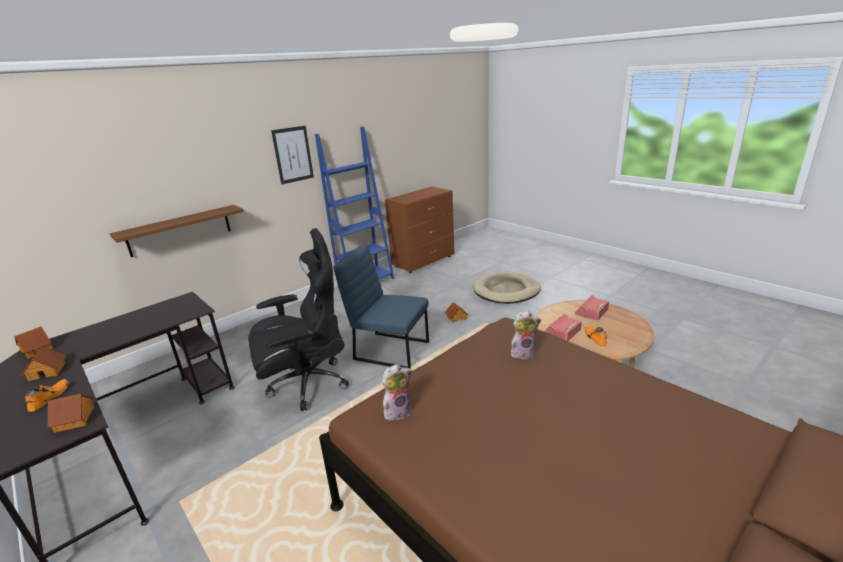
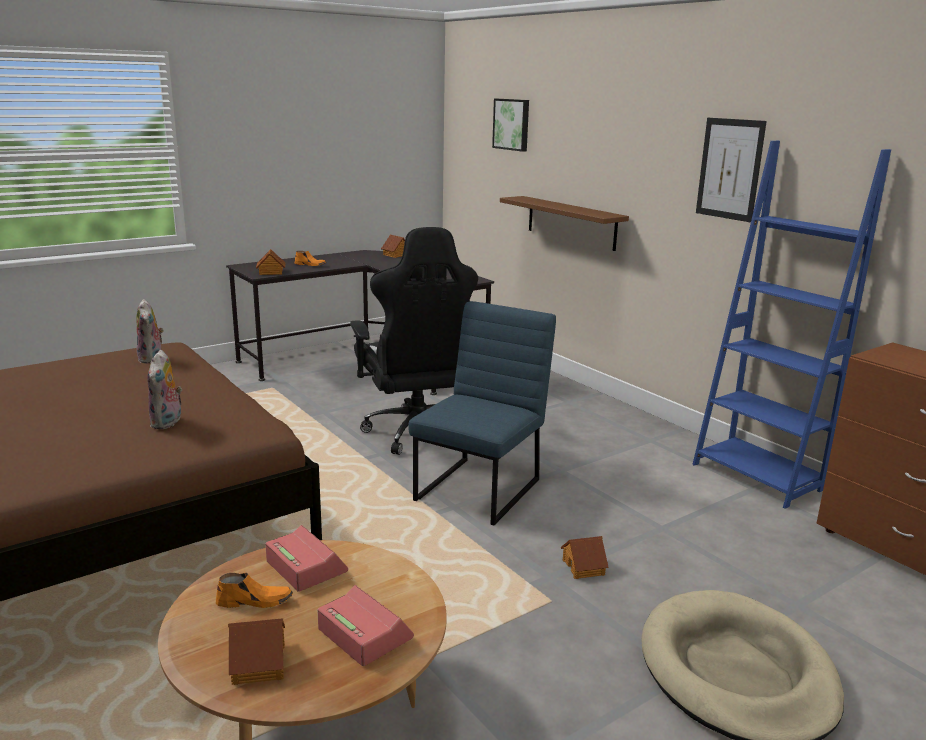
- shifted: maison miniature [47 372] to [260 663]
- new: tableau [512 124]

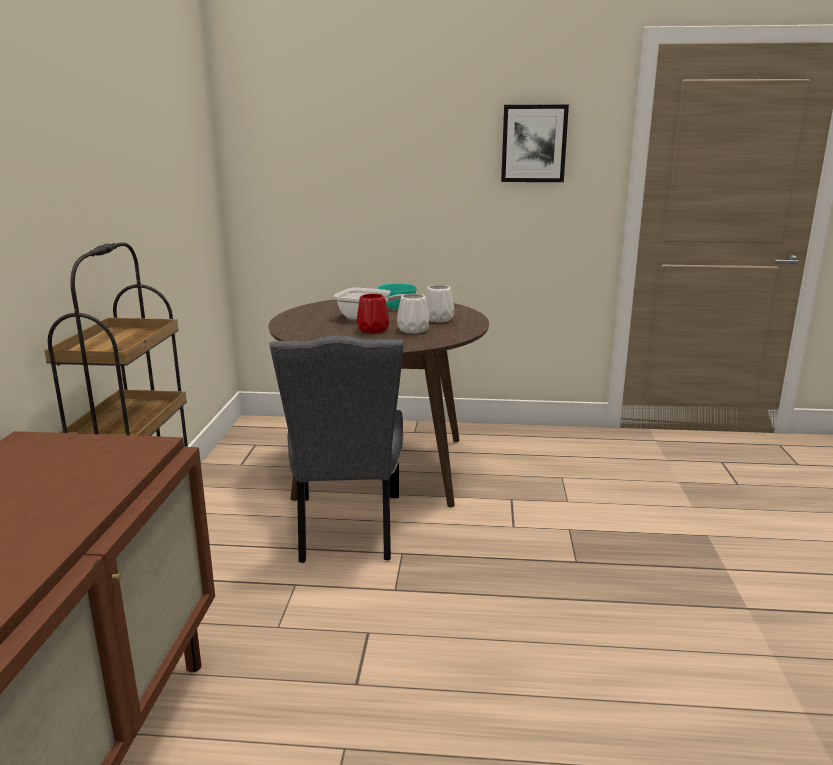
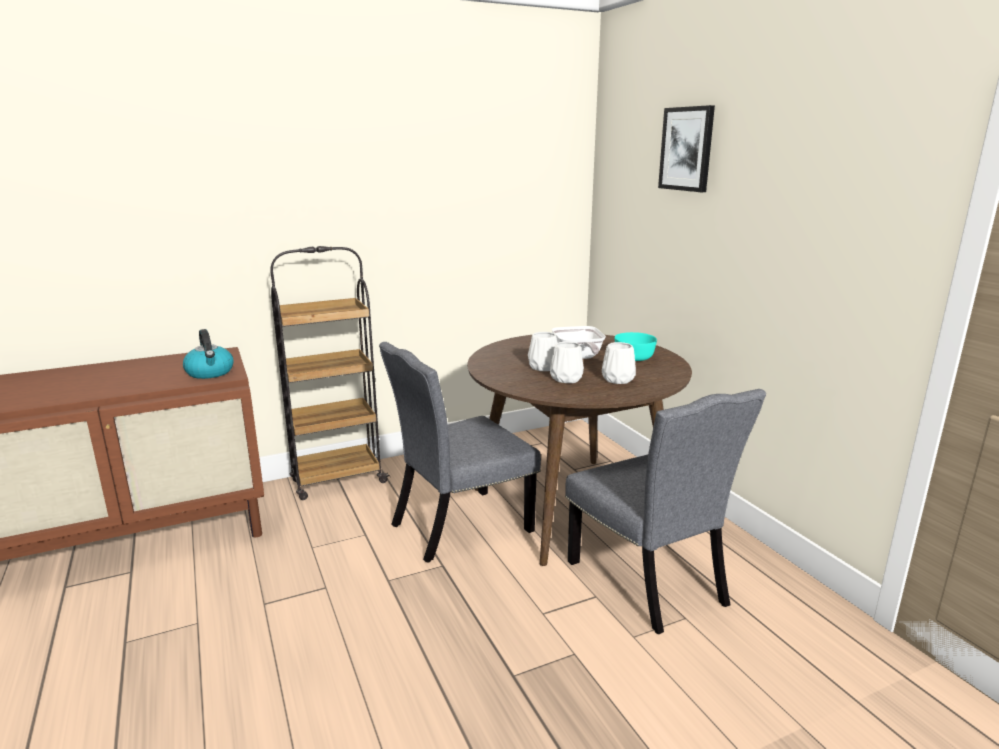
- new: bouilloire [210 373]
- repainted: vase/rouge [372 330] to vase/blanc [542 367]
- new: chaise/gris [646 579]
- shifted: tableau [534 143] to [687 149]

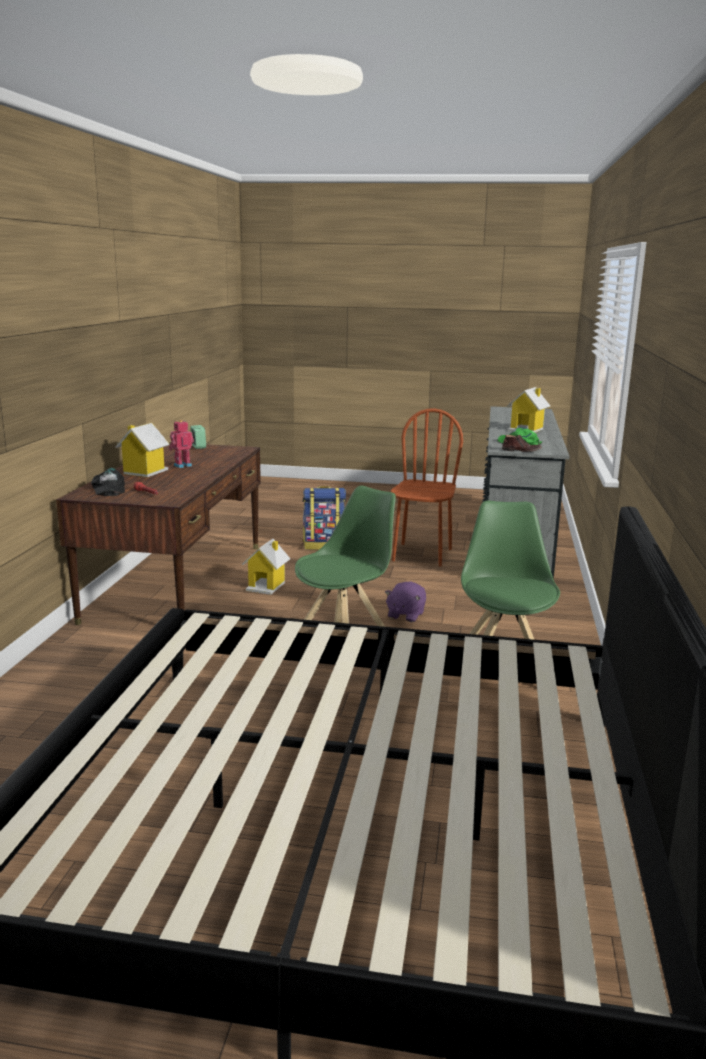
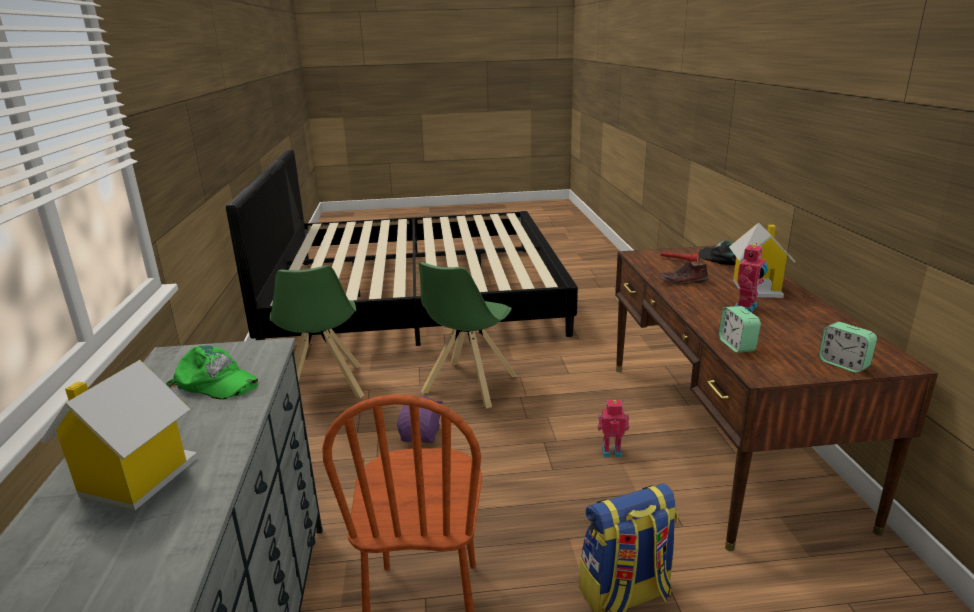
- swapped: maison miniature [267 586] to robot jouet [611 450]
- shifted: chaussure/marron [521 451] to [683 281]
- new: réveil [736 345]

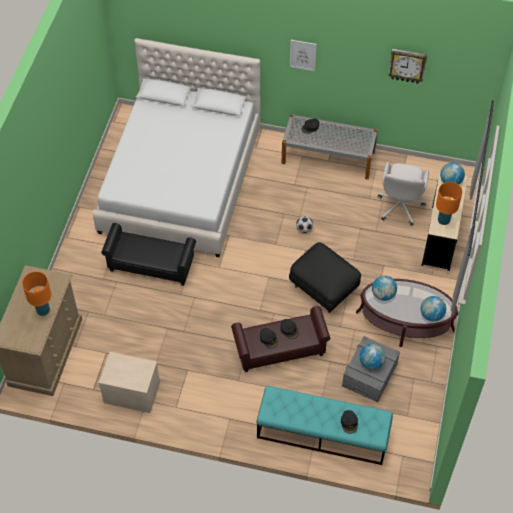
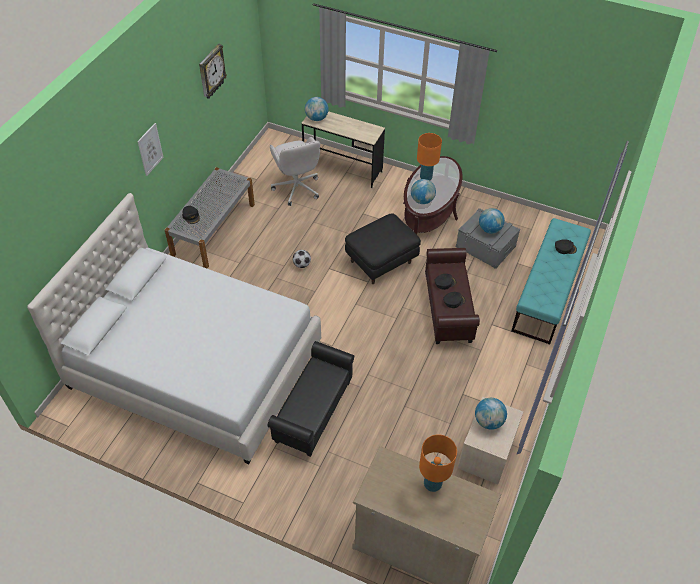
- rotated: chaise de bureau/blanc [400 207] = [296 189] 45 degrees clockwise
- shifted: lampe de table/orange [443 220] to [426 177]
- shifted: globe [431 315] to [488 421]

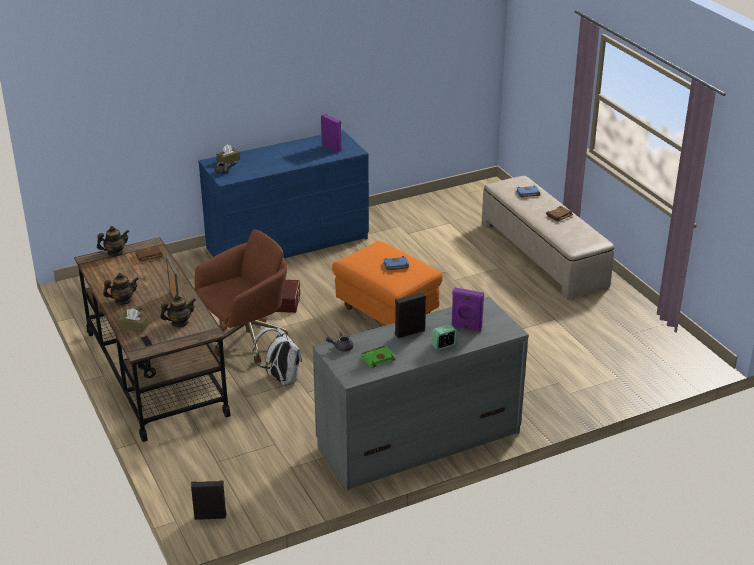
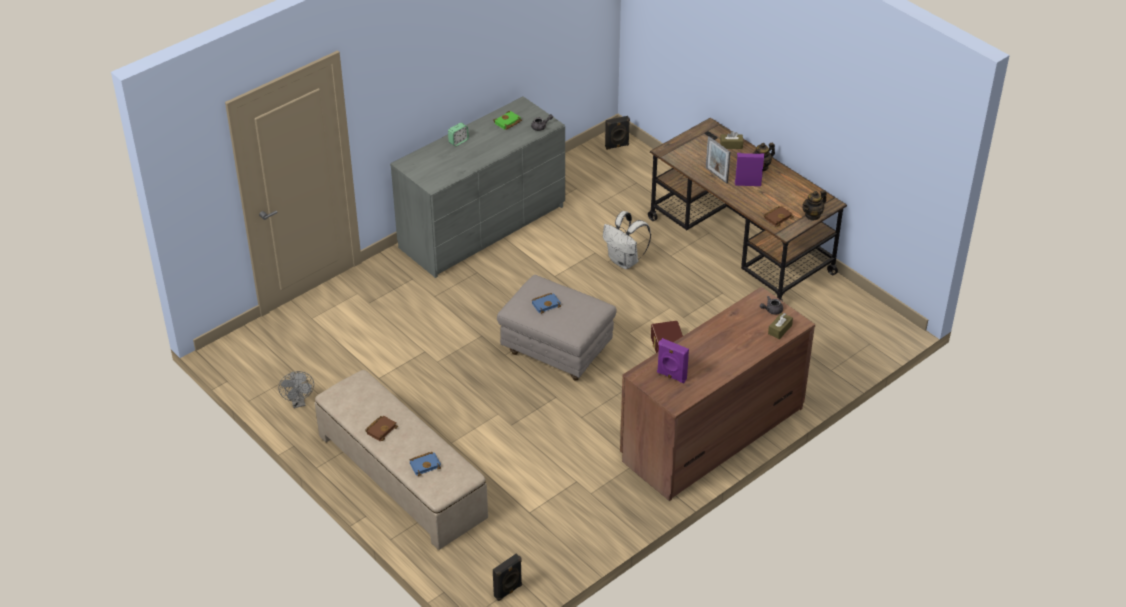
- new: ventilateur/gris [298 402]
- shifted: enceinte/noir [409 332] to [508 591]
- repainted: pouf/orange [387 313] to pouf/gris [555 352]
- repainted: commode/bleu [288 243] to commode/marron [713 434]
- shifted: enceinte/violet [466 327] to [748 183]
- gone: théière [179 323]
- gone: chaise de bureau/marron [246 343]

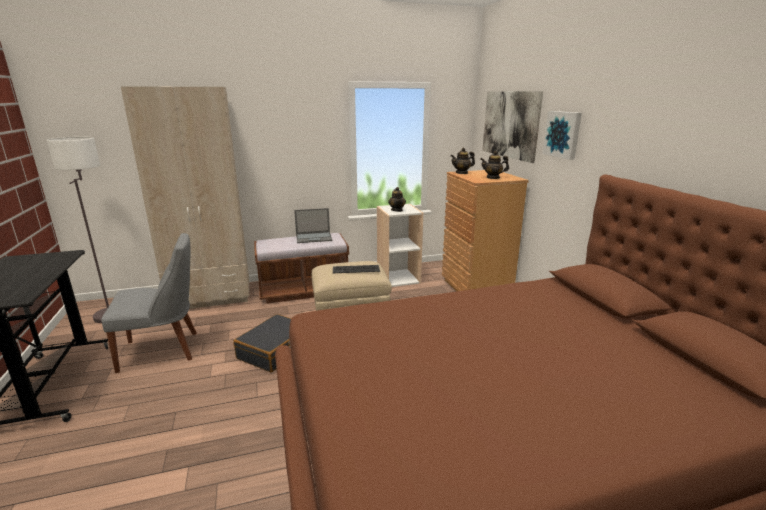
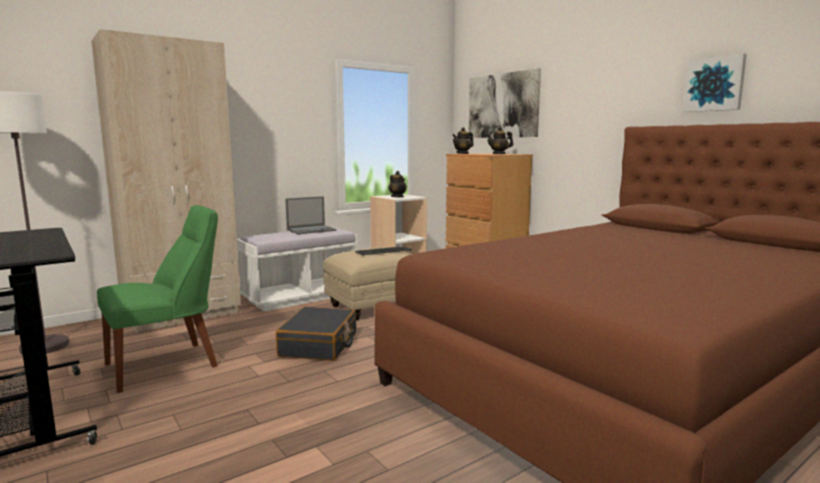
- repainted: chaise/gris [163 350] to chaise/vert [167 364]
- repainted: banc/marron [304 291] to banc/blanc [300 297]
- shifted: tableau [563 134] to [715 84]

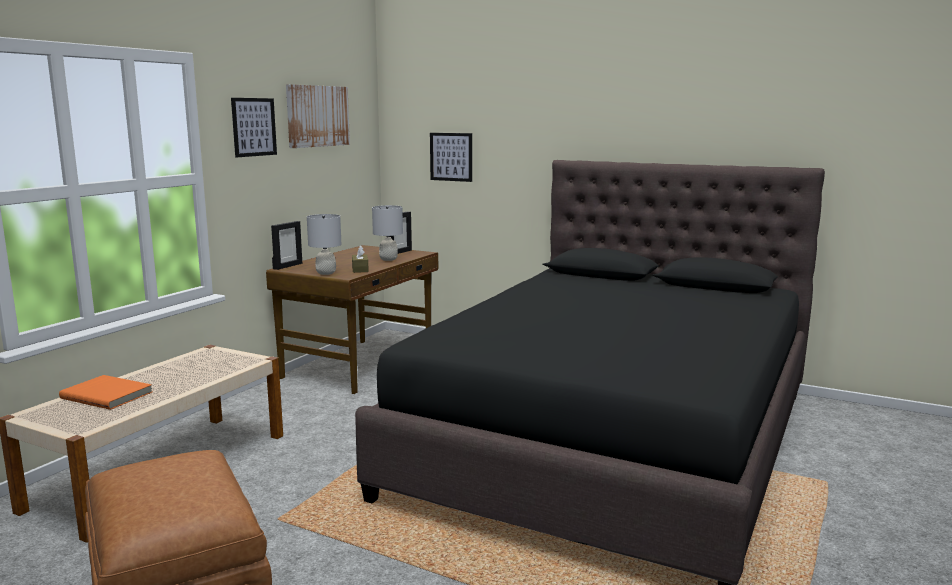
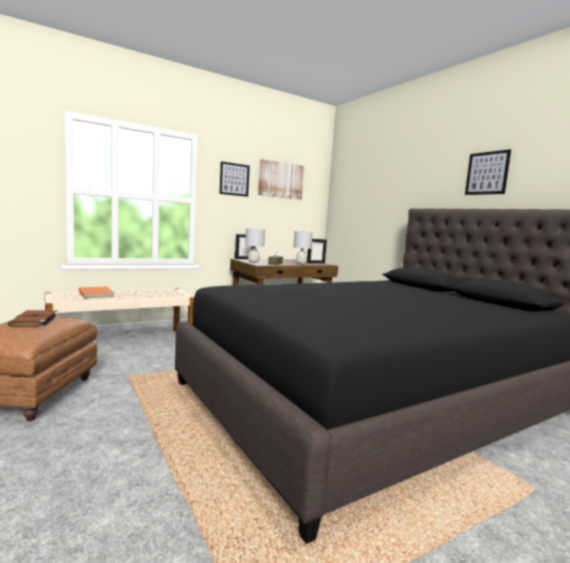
- new: livre/marron [34 321]
- shifted: tableau [451 157] to [487 173]

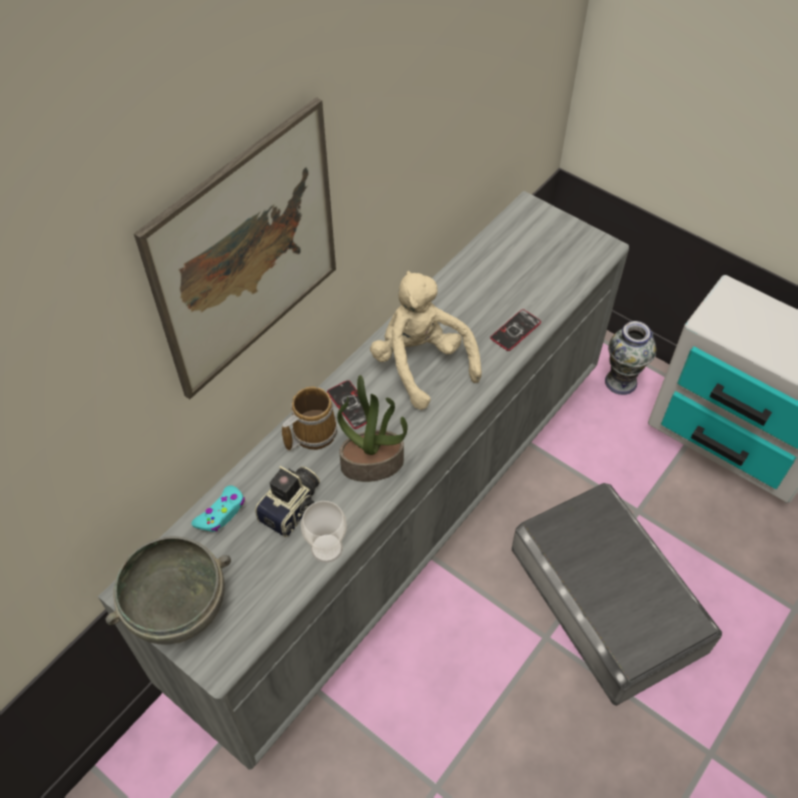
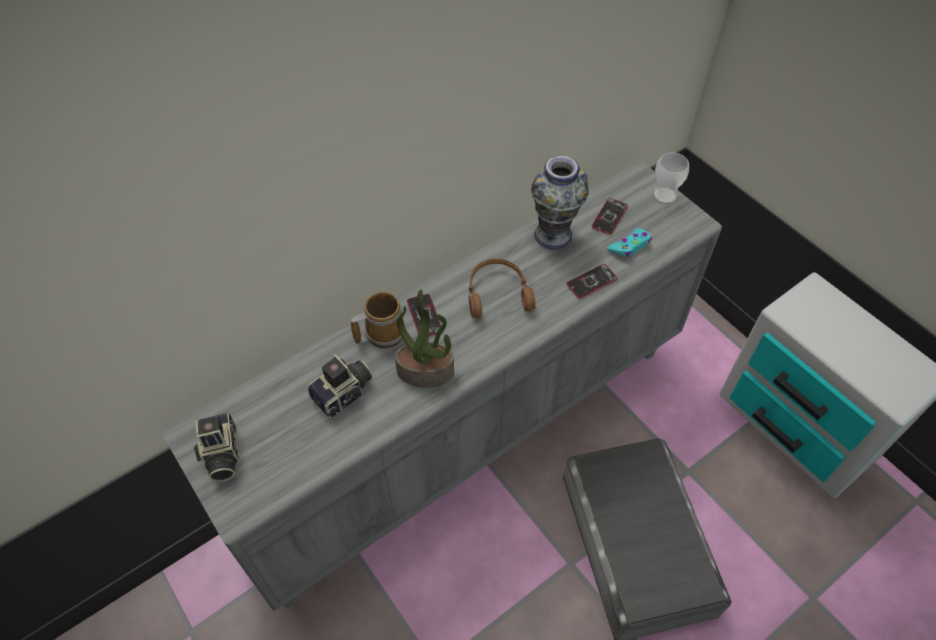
- swapped: bol/gris [177 605] to appareil photo [221 455]
- swapped: peluche/beige [421 364] to casque audio/marron [497 293]
- shifted: vase [620 381] to [553 235]
- new: téléphone [609 217]
- shifted: manette/turquoise [221 513] to [630 246]
- shifted: tasse [326 548] to [664 196]
- gone: tableau [247 252]

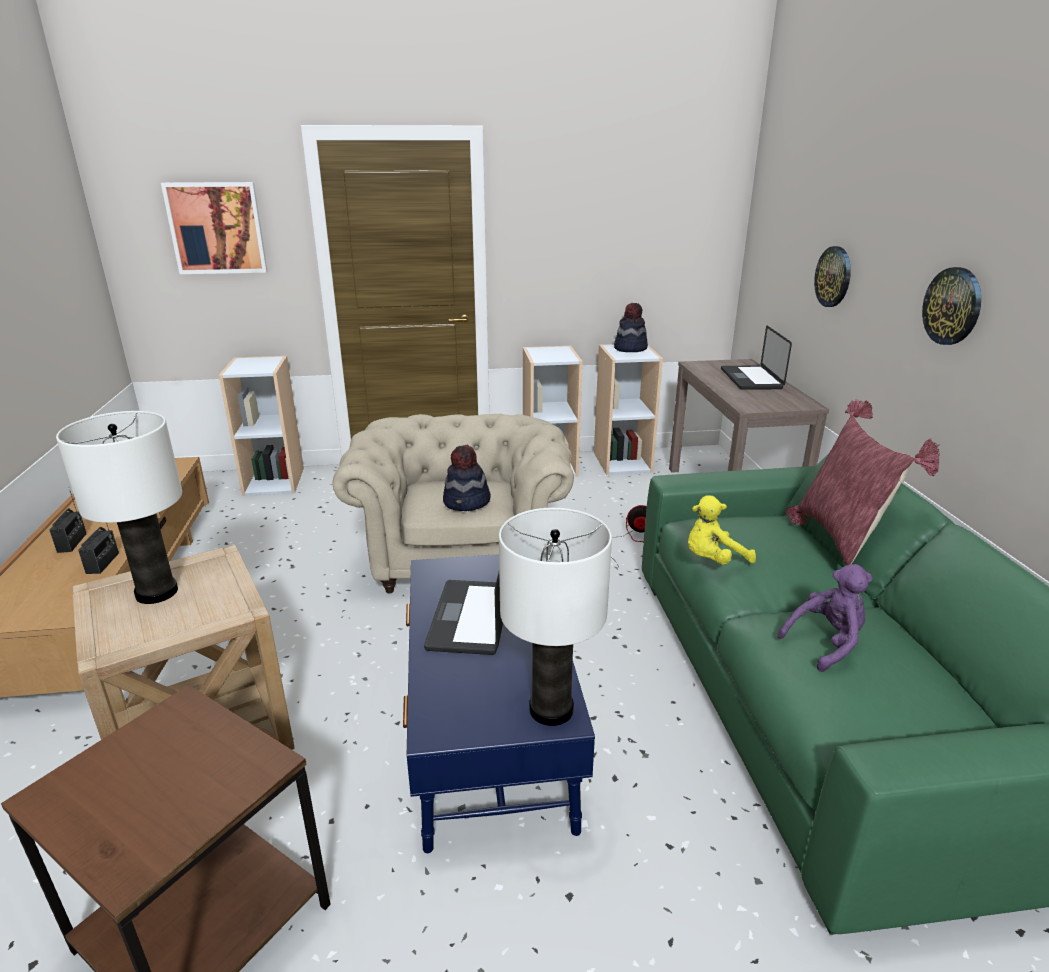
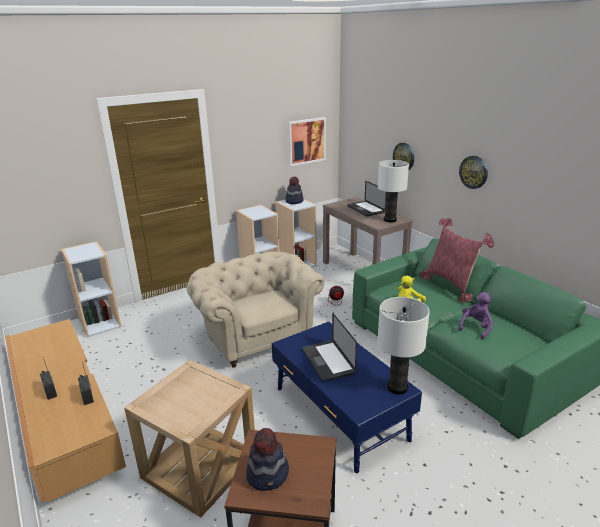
- shifted: chapeau [467 502] to [268 474]
- shifted: tableau [217 228] to [306 141]
- shifted: lampe de table/blanc [156 592] to [390 220]

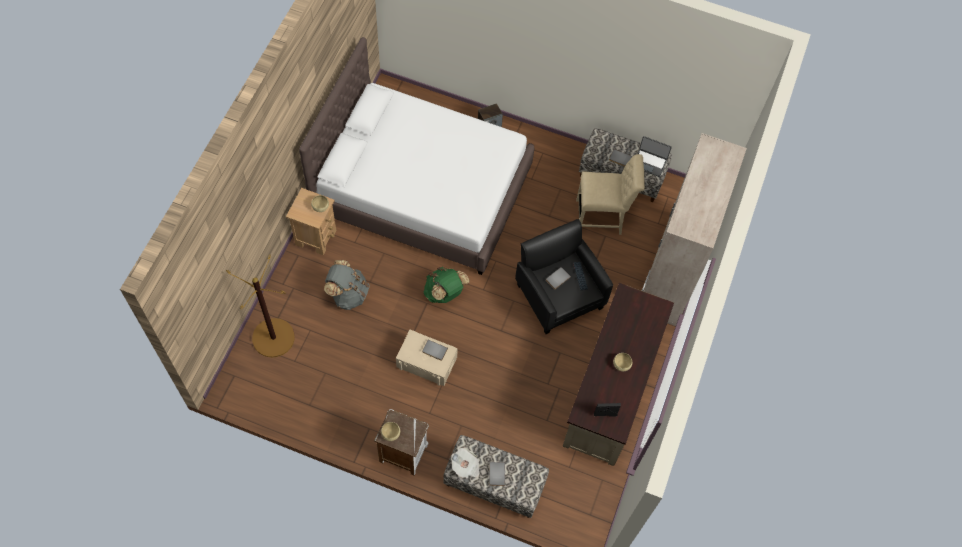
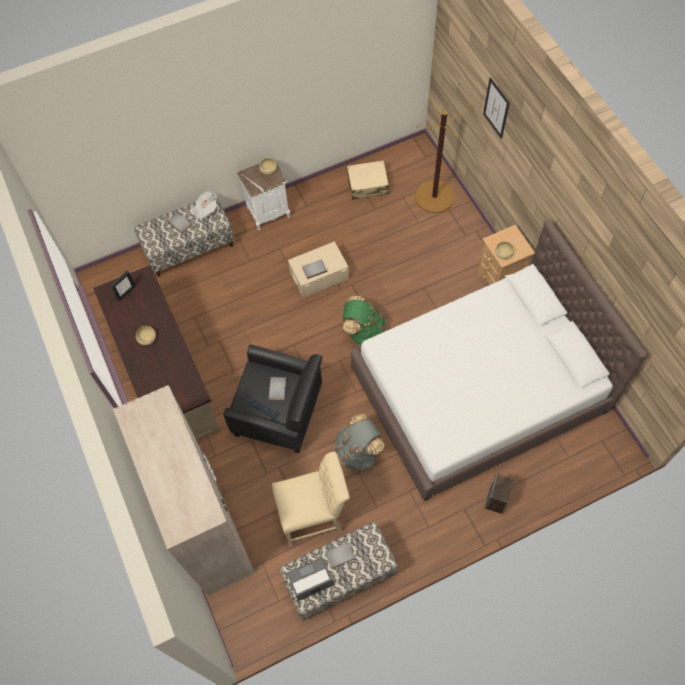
- rotated: chaise/beige [602 217] = [314 516] 150 degrees counterclockwise
- shifted: sac à dos/gris [348 294] to [358 451]
- new: valise/beige [368 185]
- new: tableau [496 108]

